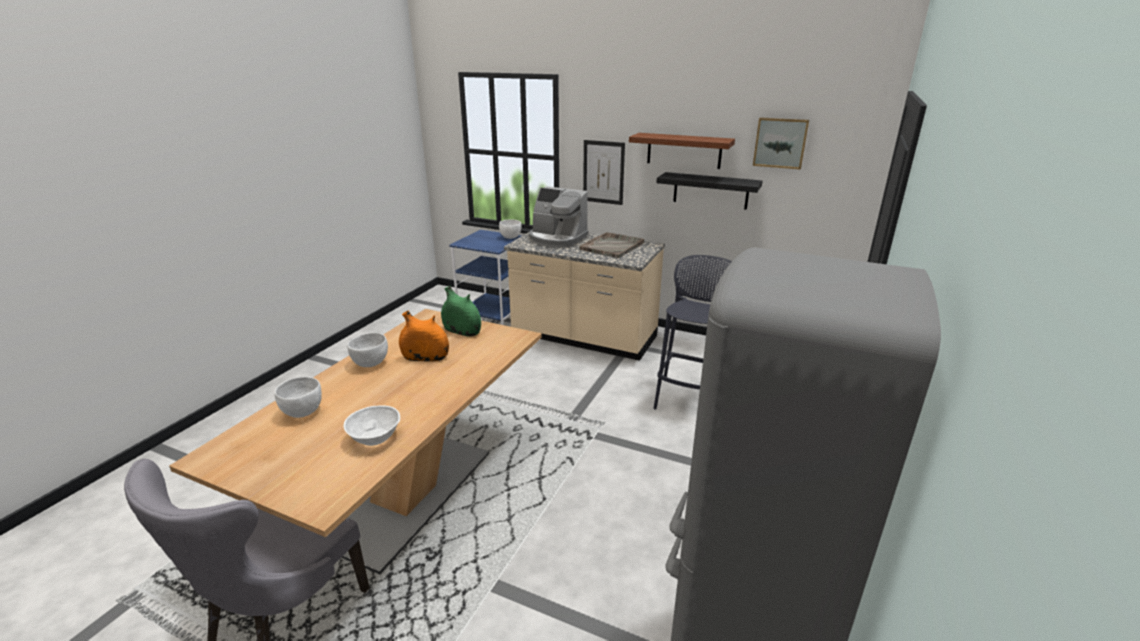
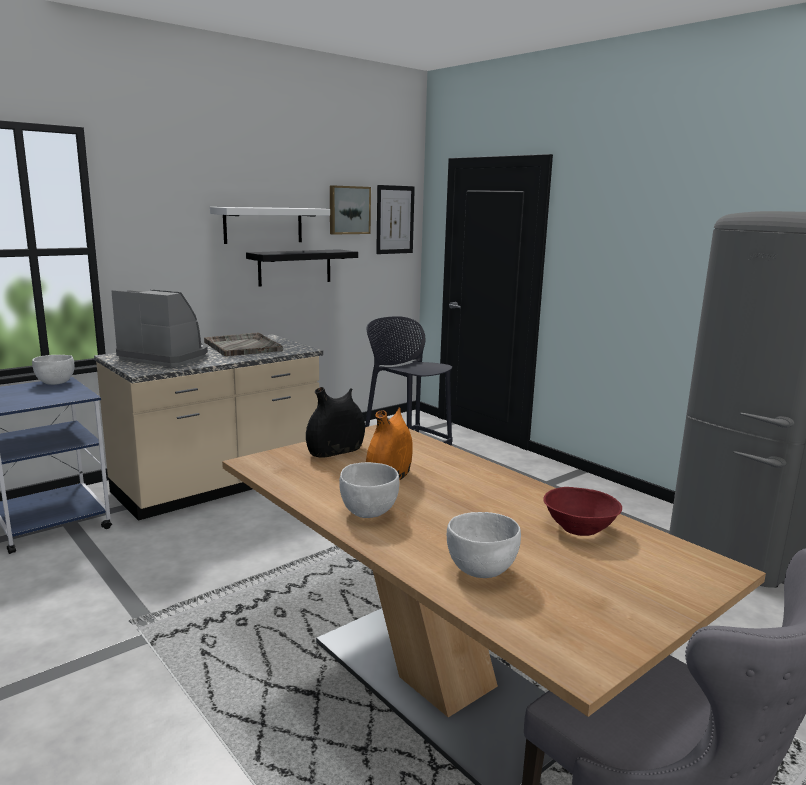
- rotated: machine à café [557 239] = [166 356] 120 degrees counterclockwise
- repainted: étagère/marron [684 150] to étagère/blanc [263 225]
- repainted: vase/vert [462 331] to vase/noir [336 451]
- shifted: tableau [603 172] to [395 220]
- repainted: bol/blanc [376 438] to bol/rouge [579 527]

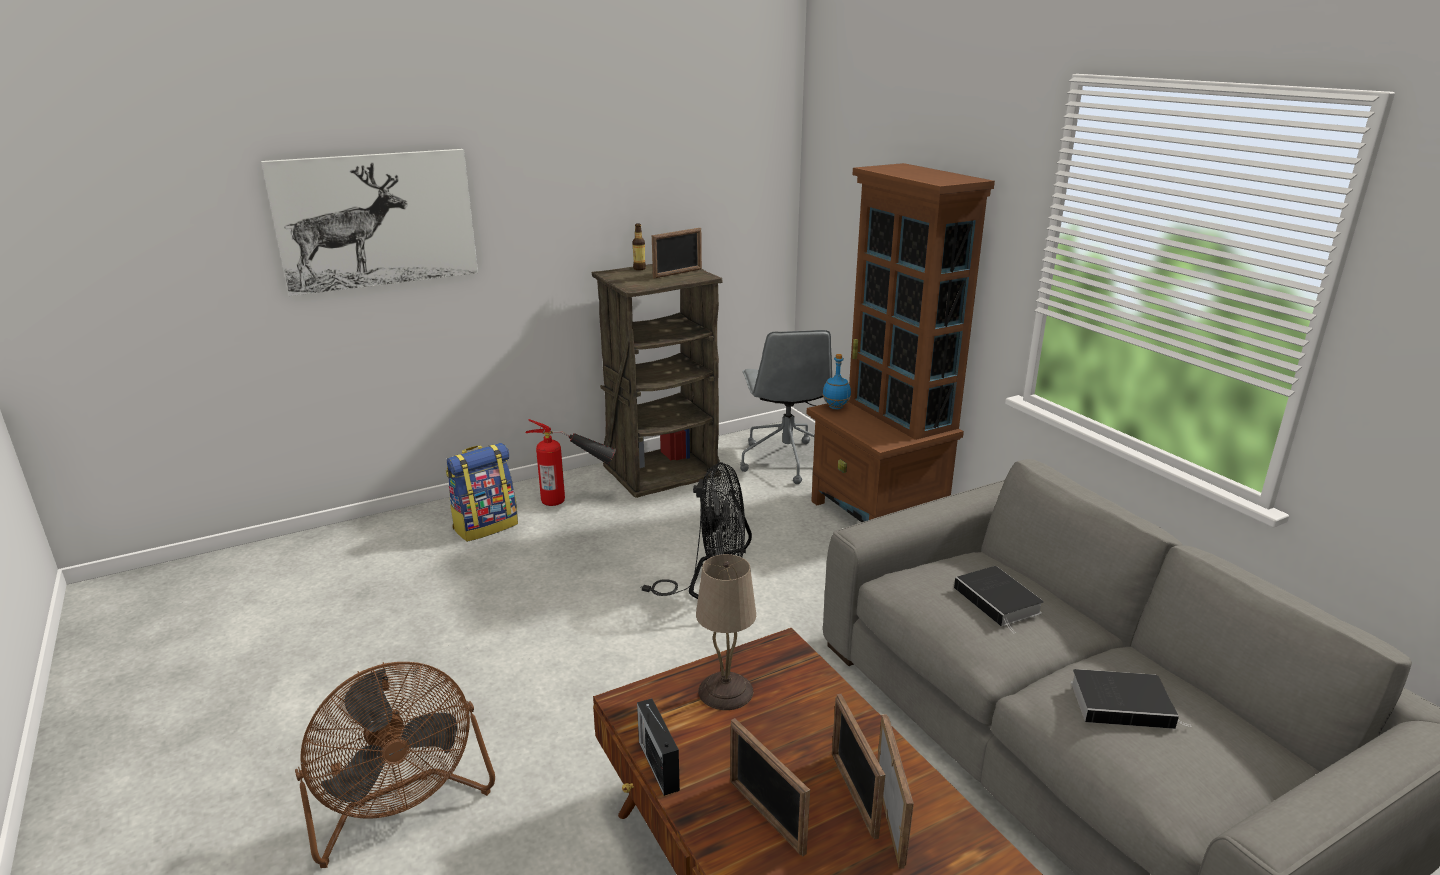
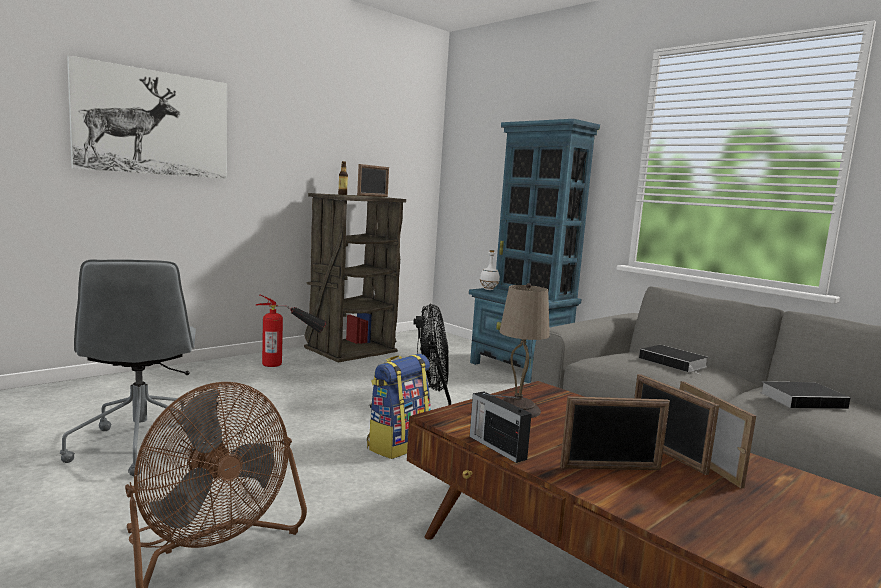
- shifted: chaise de bureau/gris [785 459] to [141 444]
- shifted: sac à dos [486 526] to [397 444]
- repainted: meuble de rangement/marron [876 513] to meuble de rangement/bleu [518 367]
- repainted: bouteille/bleu [836 407] to bouteille/blanc [489 289]
- rotated: cadre photo [766 816] = [610 468] 45 degrees counterclockwise

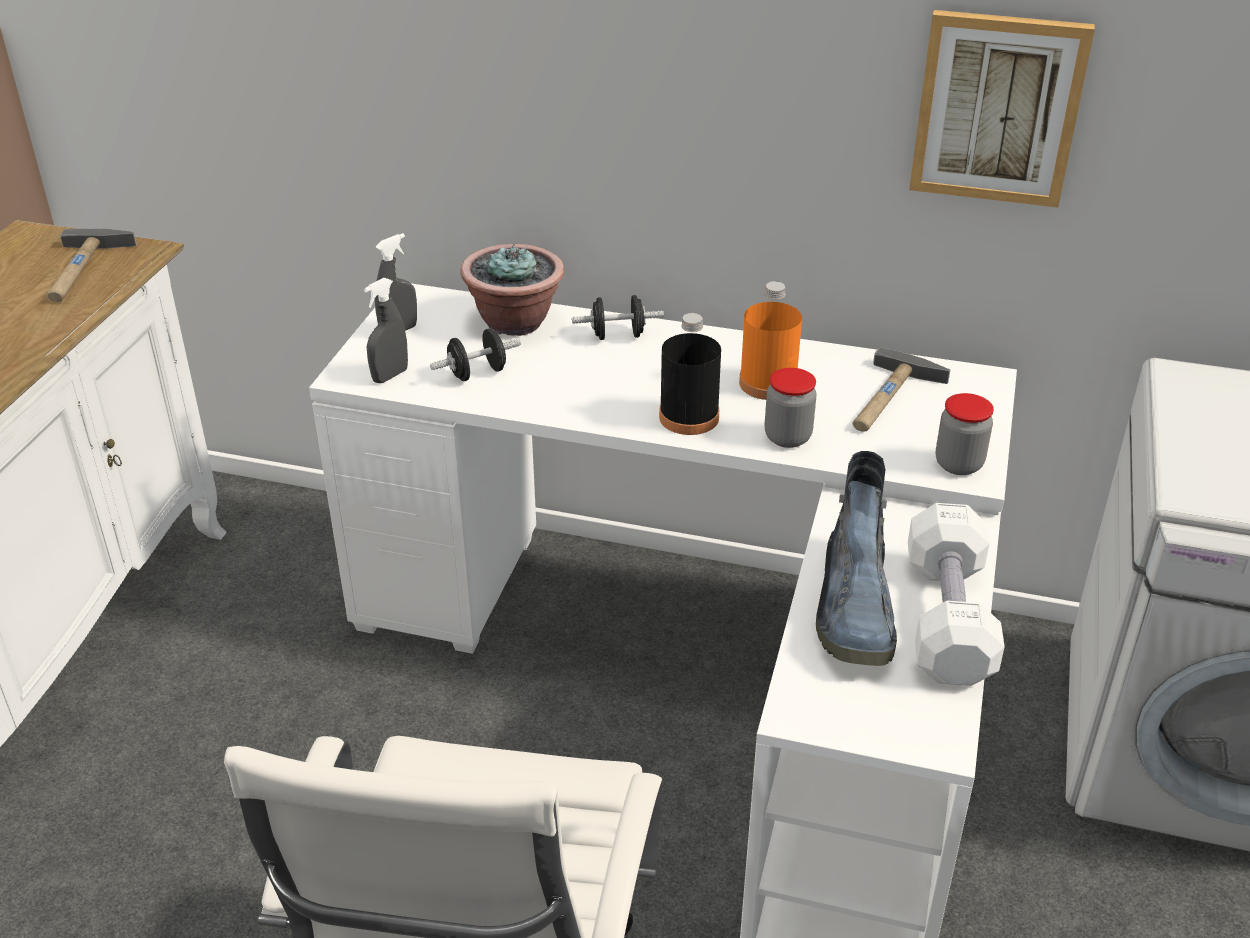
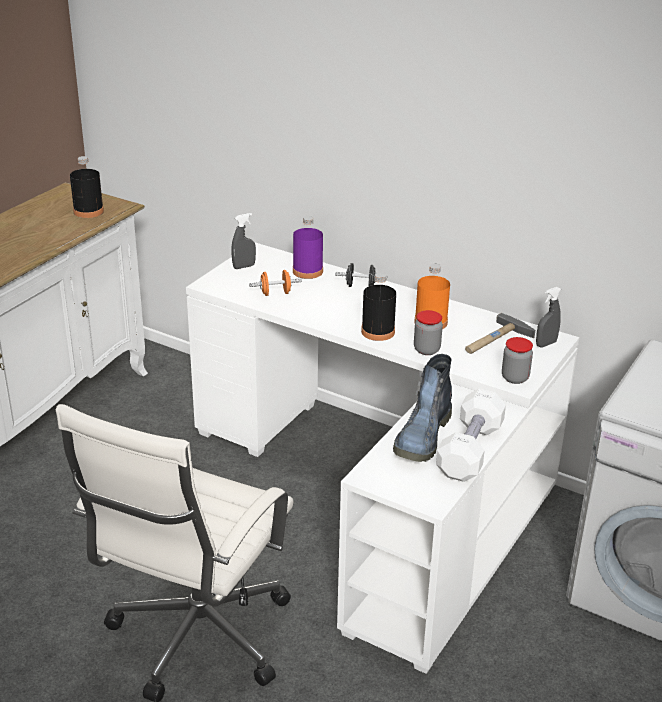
- swapped: marteau [83 271] to bouteille/noir [88 211]
- repainted: haltère/noir [477 373] to haltère/orange [275 293]
- swapped: plante en pot [515 322] to bouteille/violet [307 271]
- shifted: vaporisateur/gris [390 376] to [546 344]
- gone: tableau [998 108]

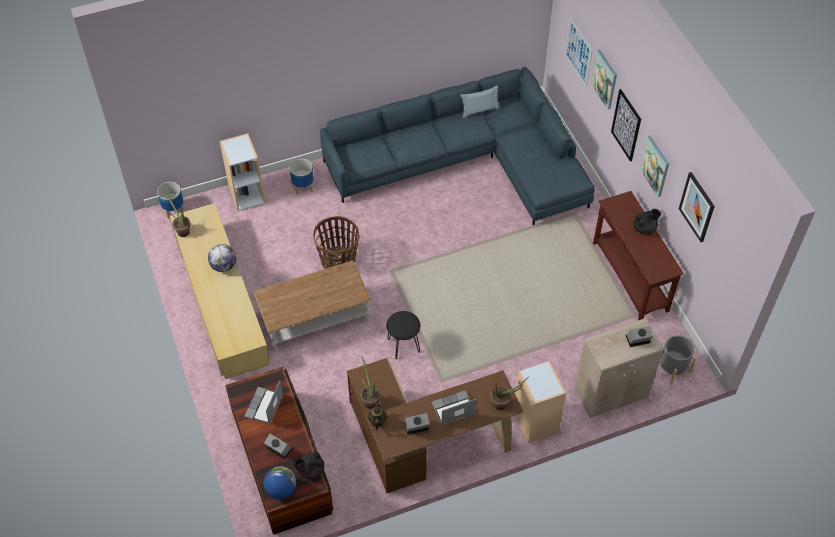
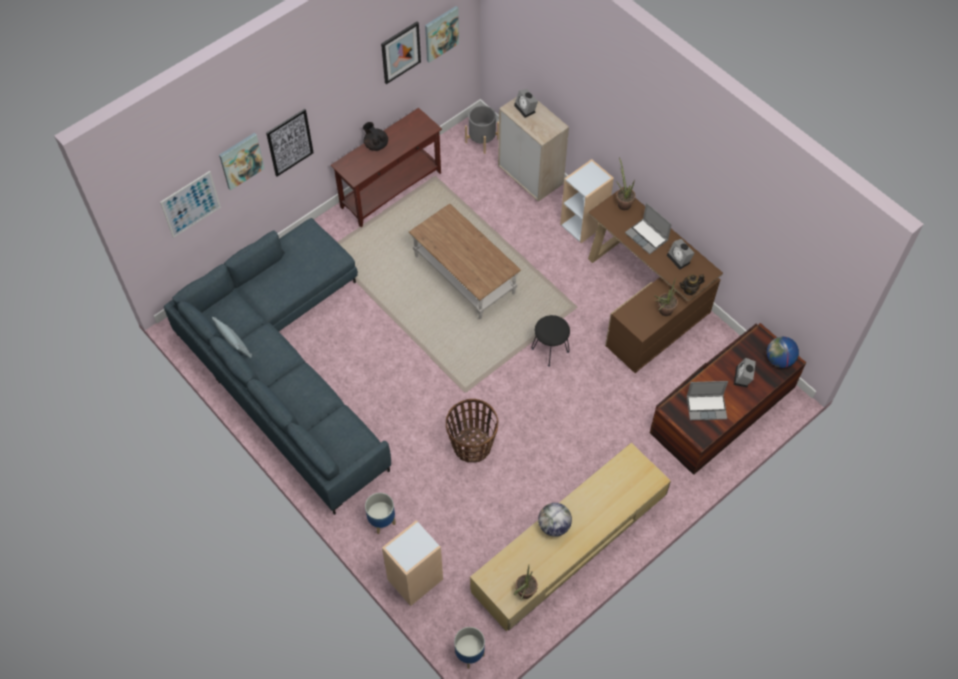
- shifted: table basse/marron [314 319] to [464 275]
- shifted: tableau [655 166] to [441 33]
- gone: théière/noir [310 470]

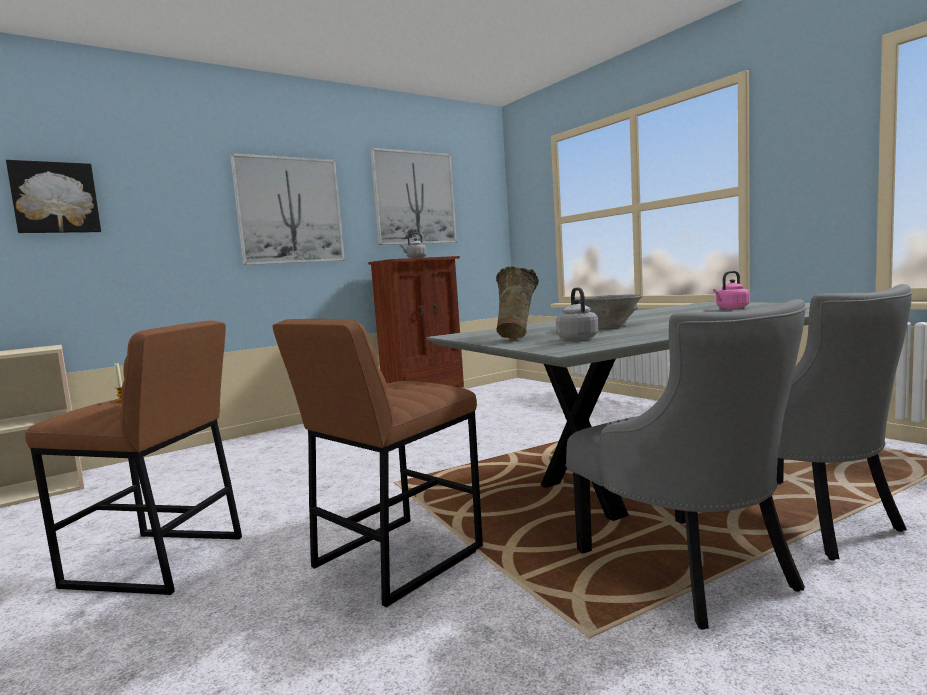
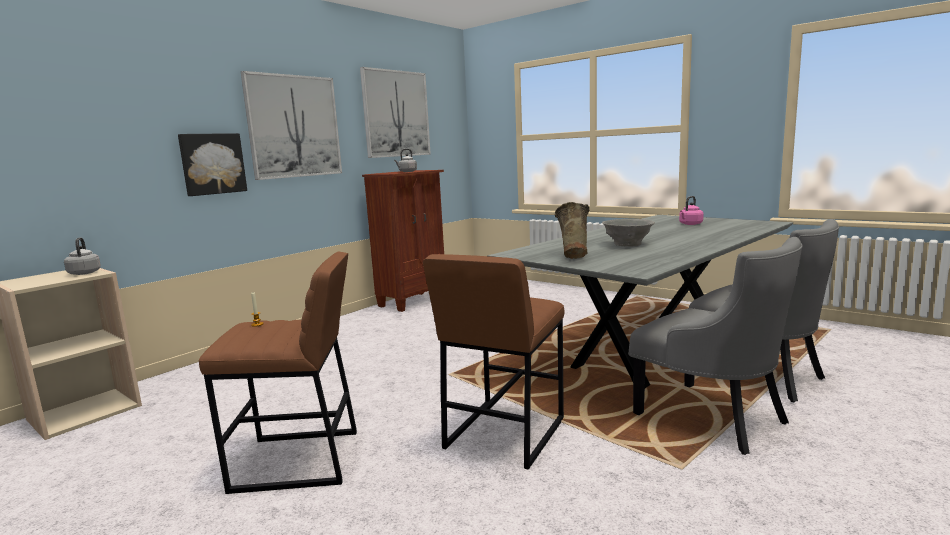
- shifted: bouilloire/gris [576 338] to [85 273]
- shifted: tableau [55 198] to [212 164]

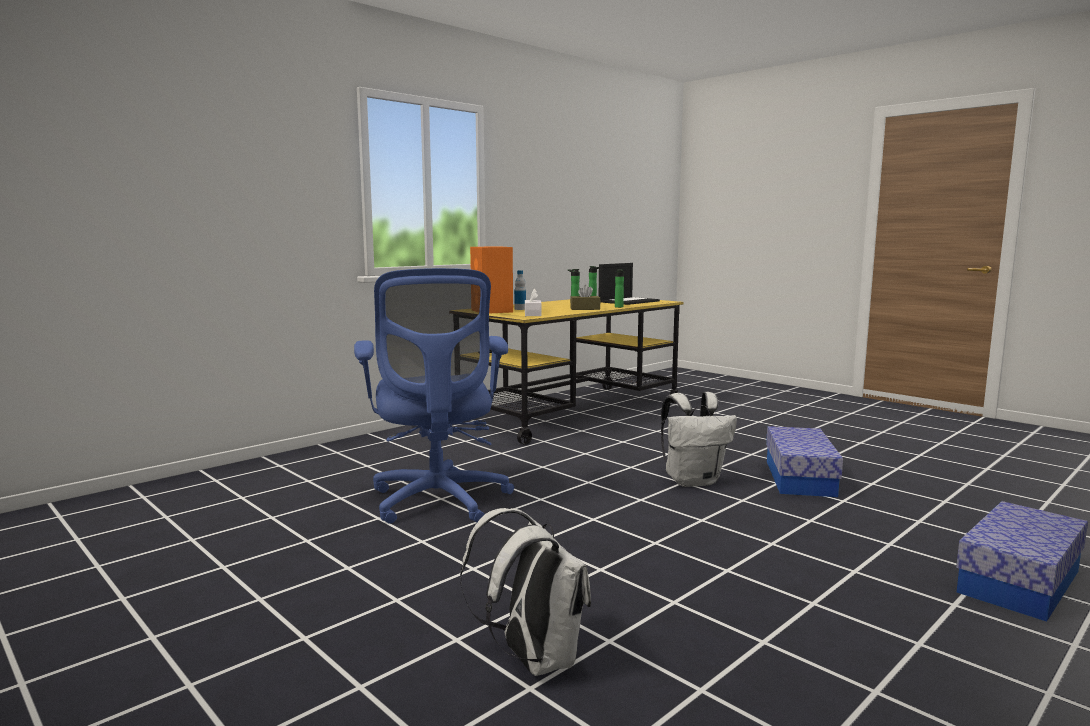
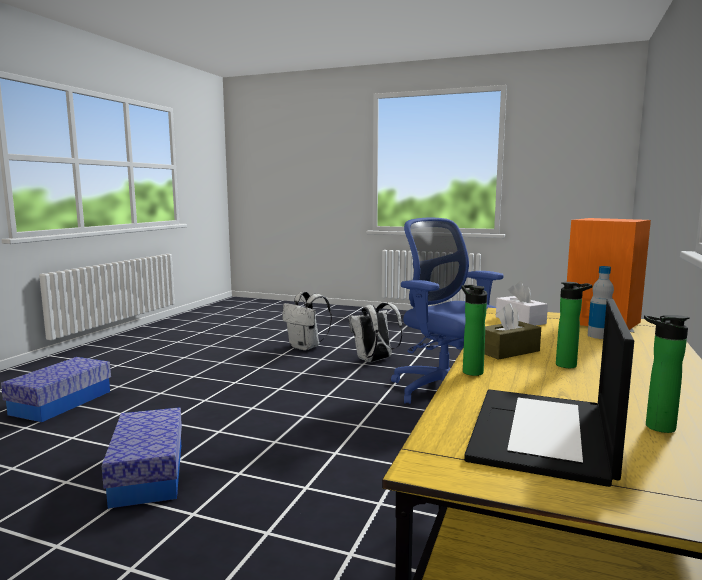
- shifted: sac à dos/blanc [693 481] to [374 361]

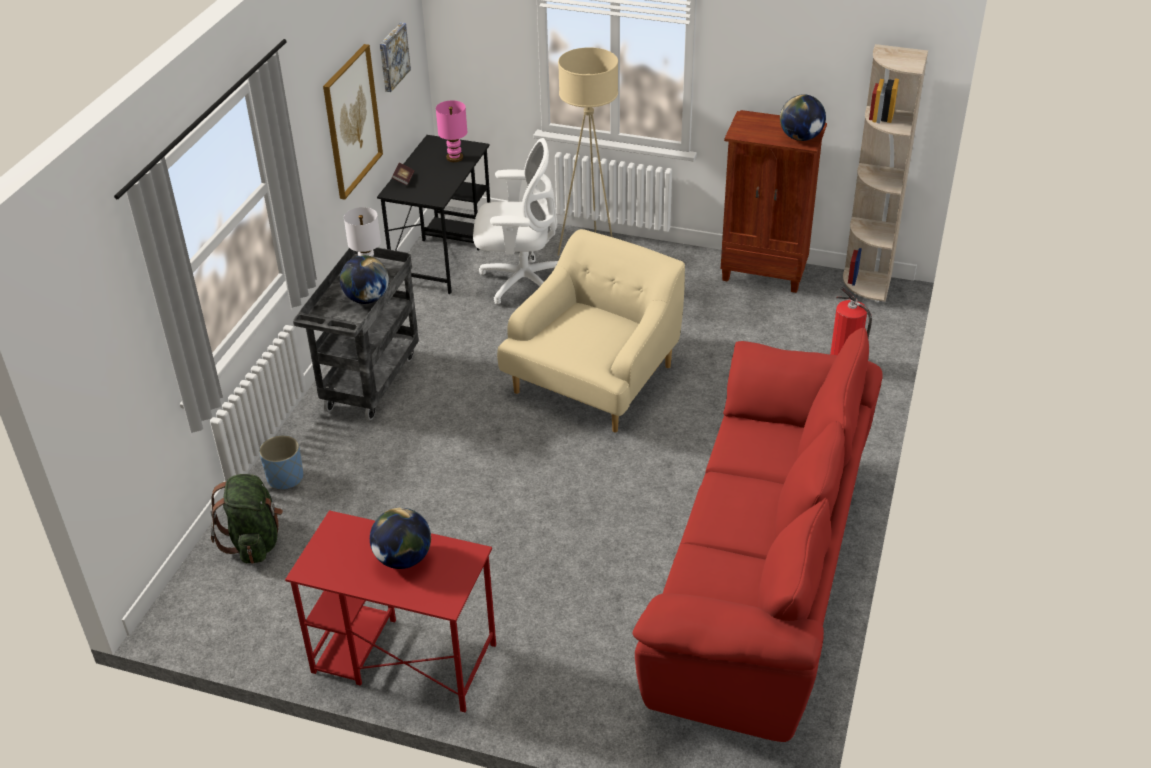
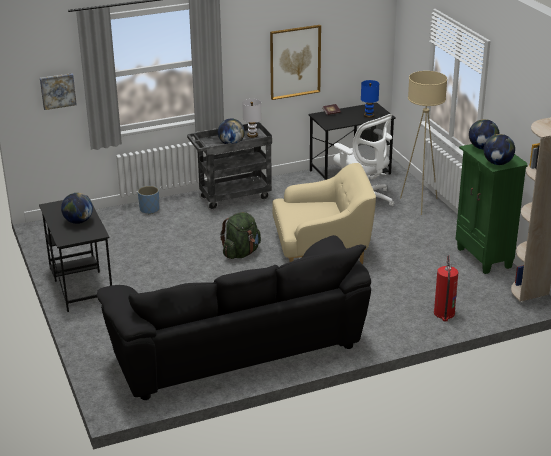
- repainted: bureau/rouge [402 658] to bureau/noir [80 284]
- shifted: tableau [392 56] to [57 91]
- repainted: canapé/rouge [758 582] to canapé/noir [238 353]
- shifted: sac à dos/vert [254 541] to [241 253]
- repainted: lampe de table/rose [454 158] to lampe de table/bleu [368 115]
- repainted: meuble de rangement/marron [763 276] to meuble de rangement/vert [483 258]
- new: globe [482 148]

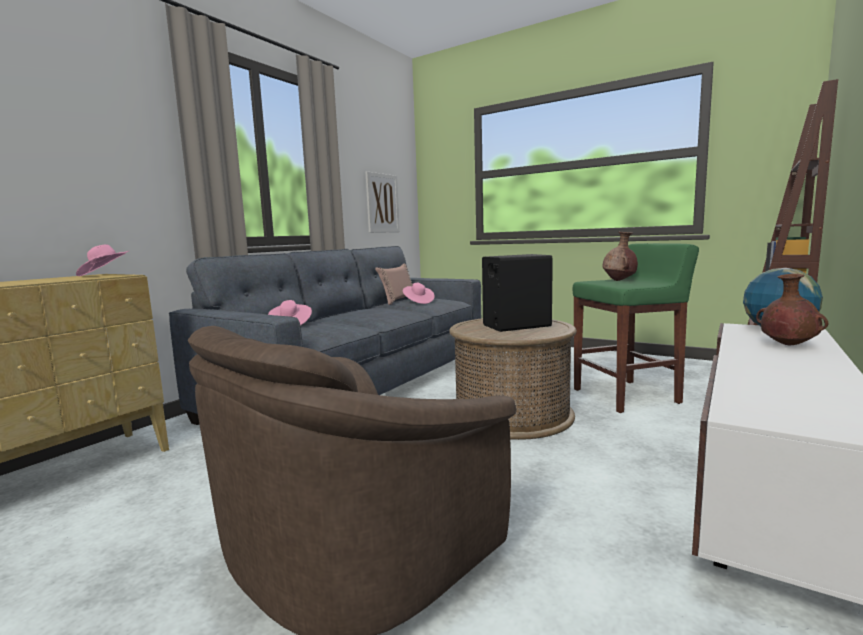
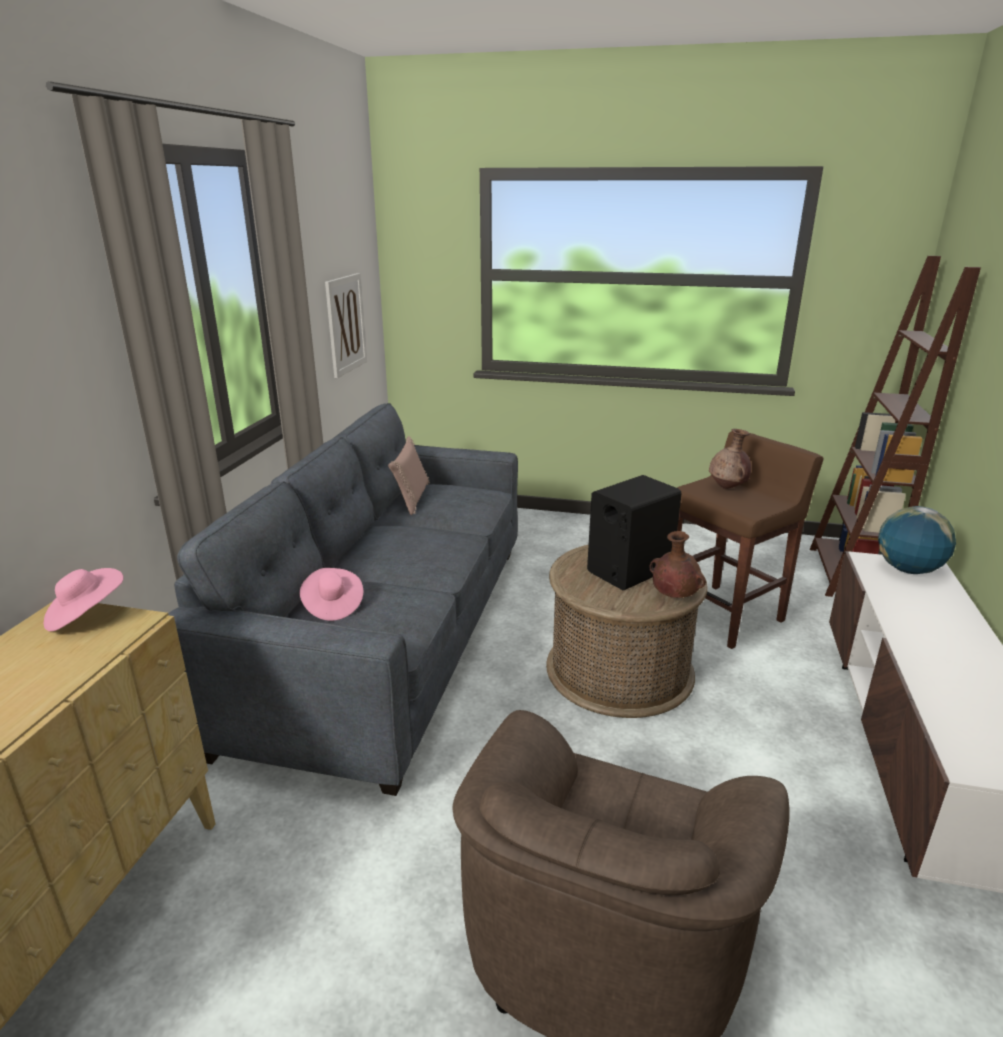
- shifted: vase/marron [787 345] to [673 596]
- repainted: tabouret/vert [627 396] to tabouret/marron [724 615]
- gone: chapeau/rose [418 302]

